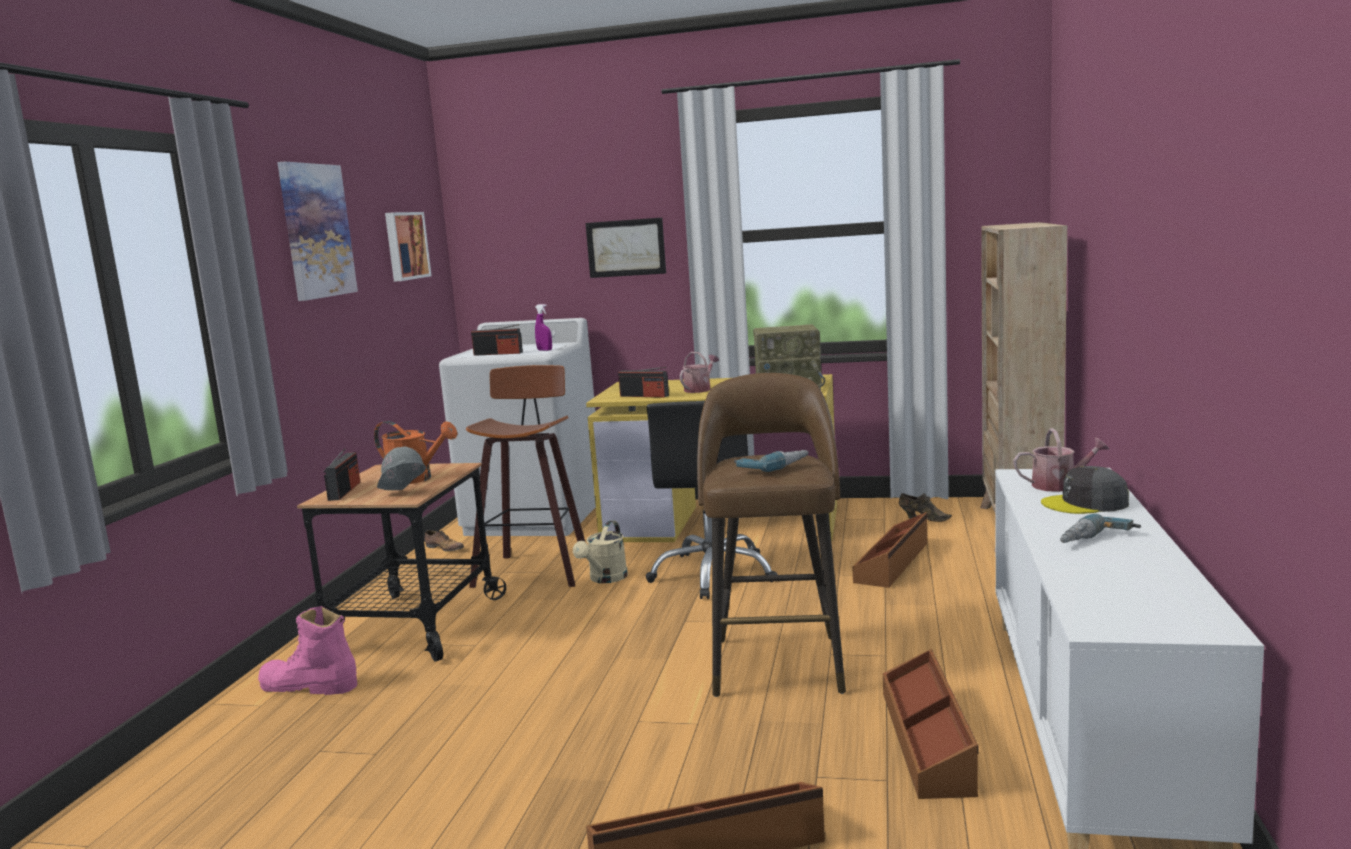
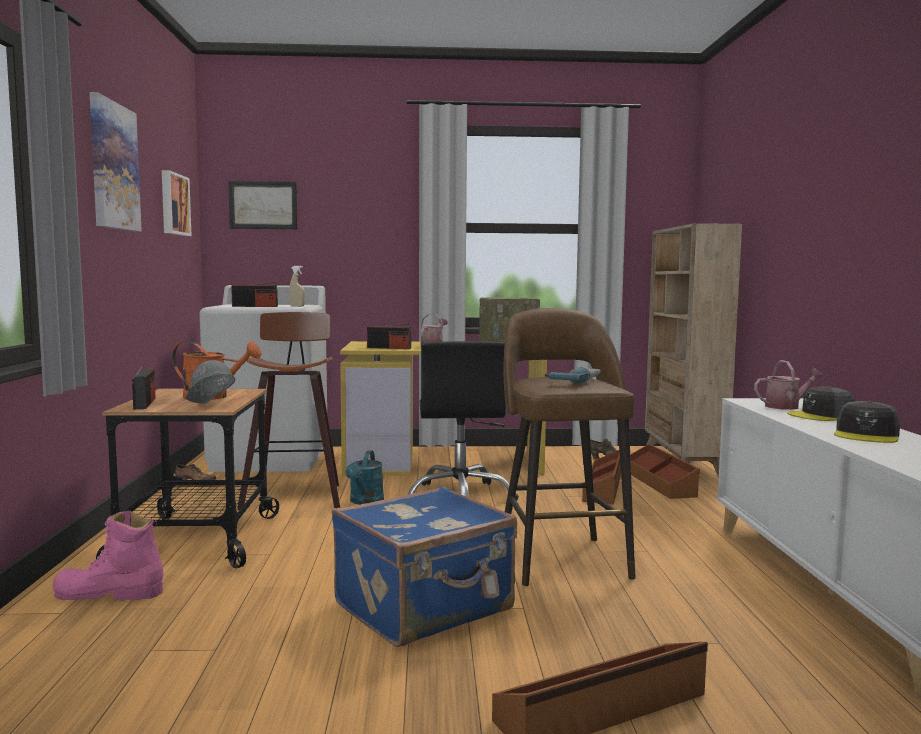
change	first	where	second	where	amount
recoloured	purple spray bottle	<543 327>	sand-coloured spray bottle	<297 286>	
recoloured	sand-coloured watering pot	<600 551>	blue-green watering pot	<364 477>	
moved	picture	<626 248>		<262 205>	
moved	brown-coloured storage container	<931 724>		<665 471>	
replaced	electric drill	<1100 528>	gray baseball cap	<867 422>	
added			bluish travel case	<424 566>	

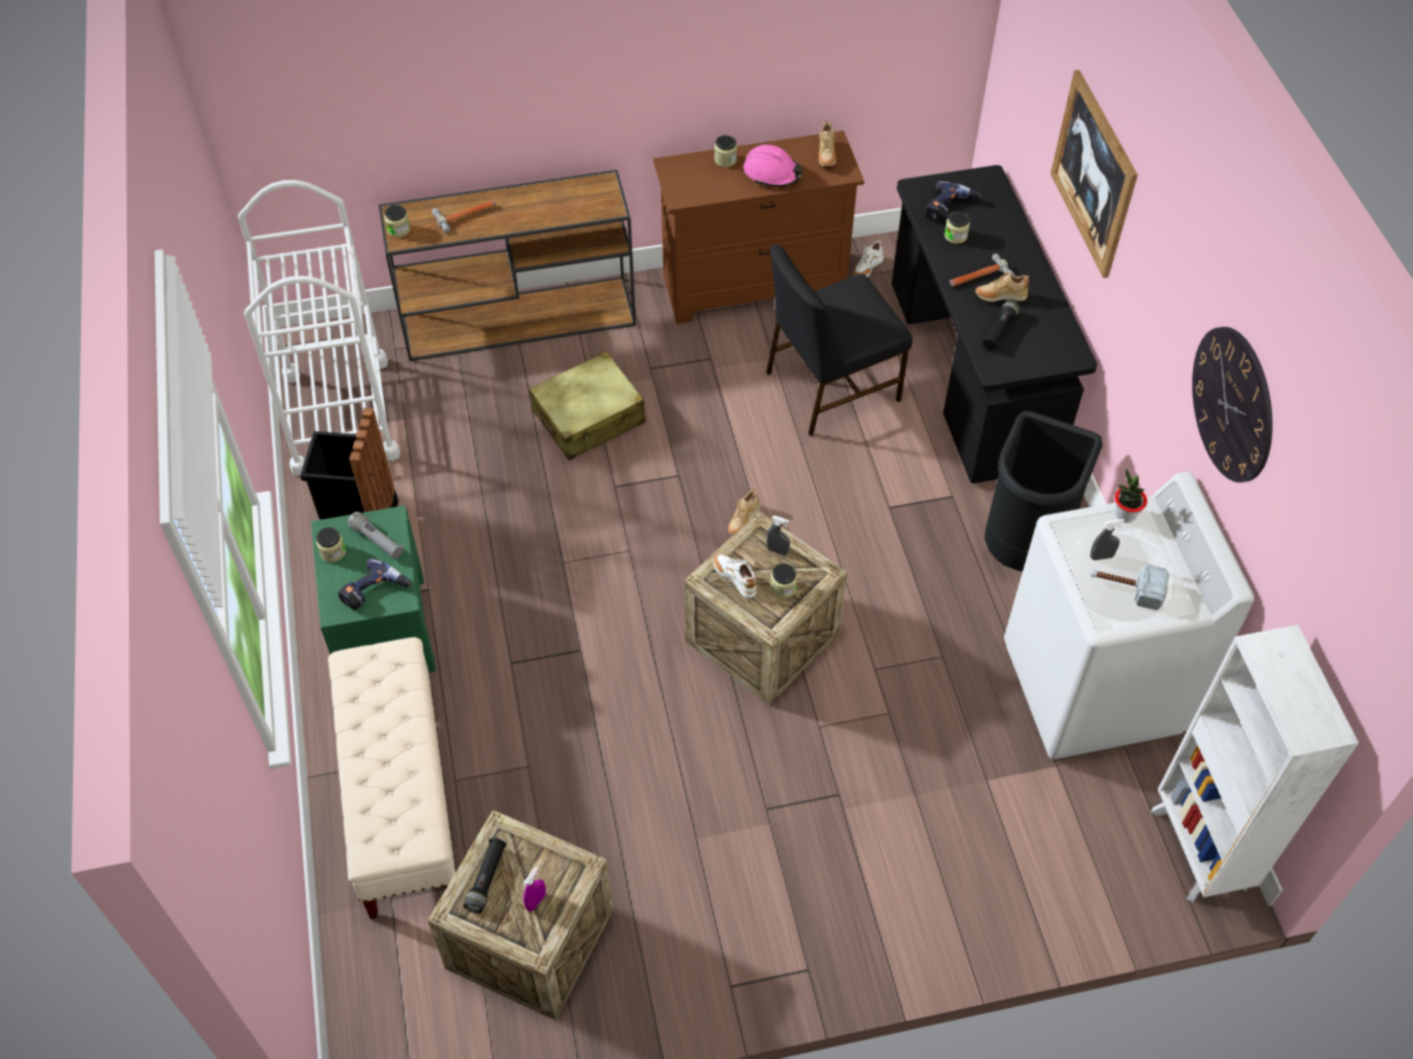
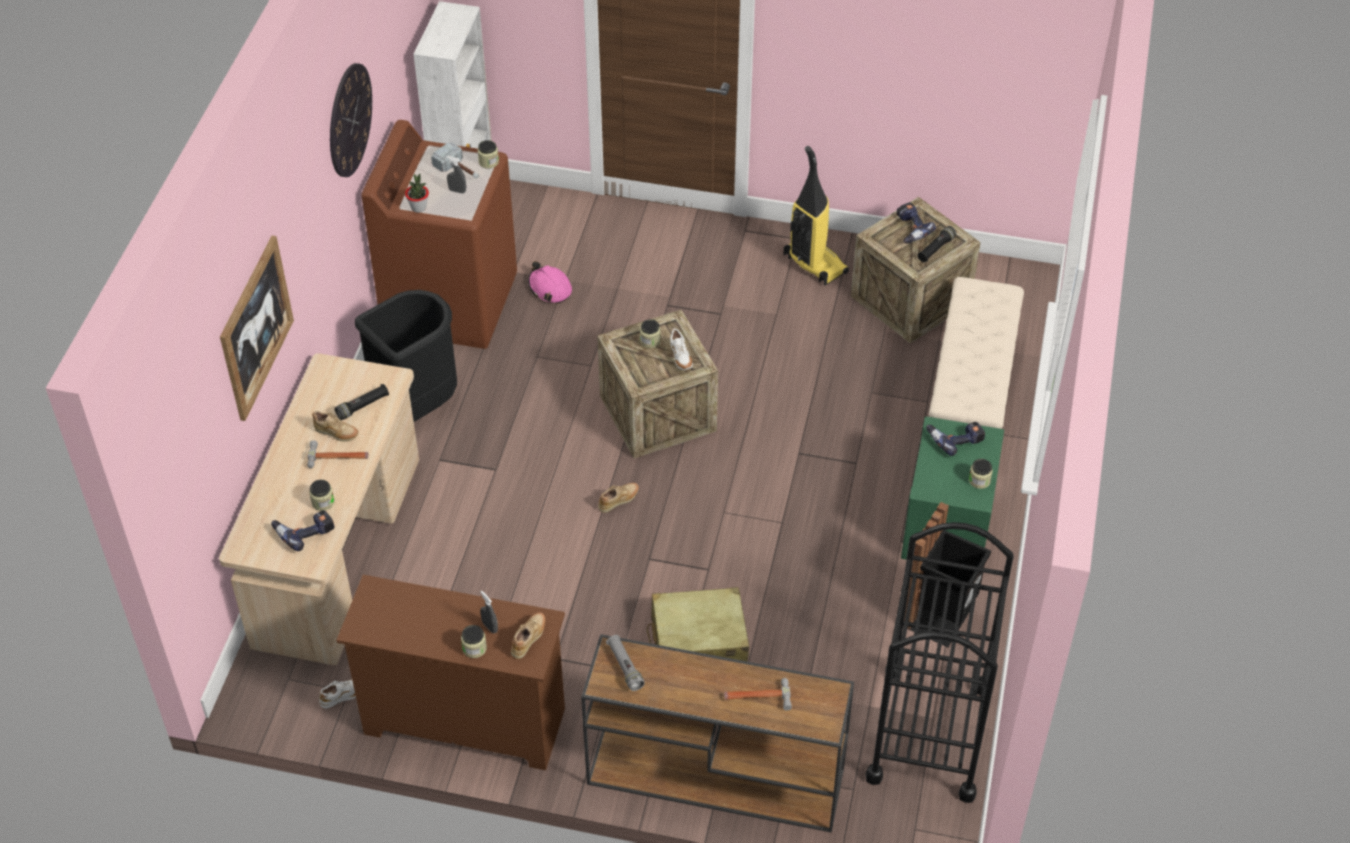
change	first	where	second	where	amount
recoloured	white trolley	<319 328>	black-coloured trolley	<940 662>	
moved	gray torch	<375 535>		<625 663>	
moved	preserve jar	<397 221>		<488 154>	
replaced	purple spray bottle	<534 888>	electric drill	<916 222>	
moved	pink work helmet	<773 165>		<550 282>	
removed	black-coloured upright chair	<839 340>			
moved	gray spray bottle	<778 535>		<489 612>	
moved	sand-coloured low shoe	<827 144>		<528 635>	
recoloured	black-coloured desk unit	<994 324>	sand-coloured desk unit	<319 509>	
recoloured	white laundry machine	<1129 615>	brown-coloured laundry machine	<439 234>	
added			vacuum	<816 216>	

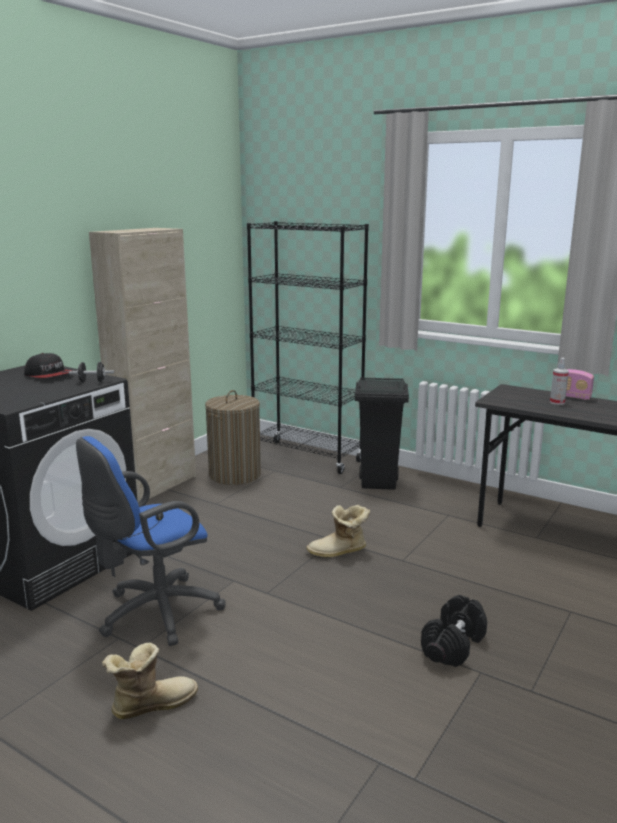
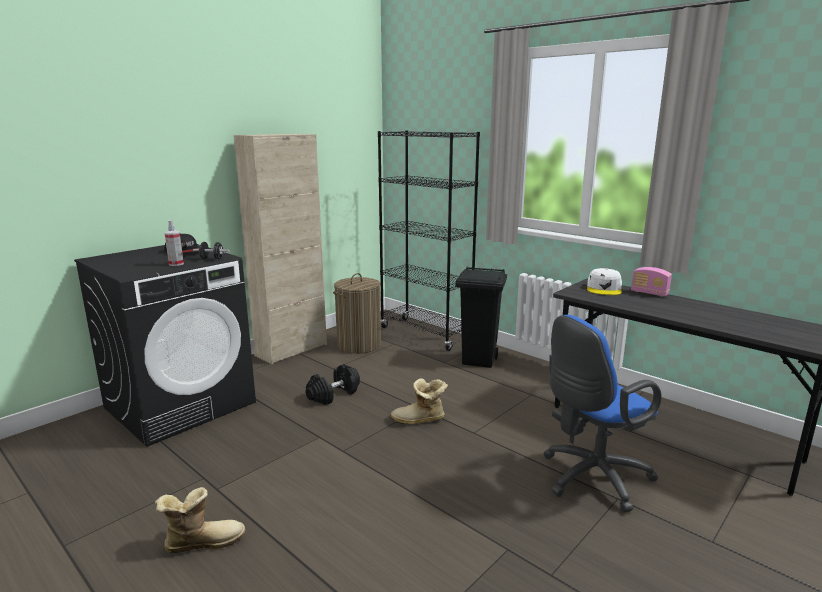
change	first	where	second	where	amount
moved	bluish computer chair	<151 541>		<602 413>	
moved	black-coloured dumbbell	<454 631>		<333 384>	
moved	spray bottle	<559 381>		<174 243>	
added			white baseball cap	<604 281>	

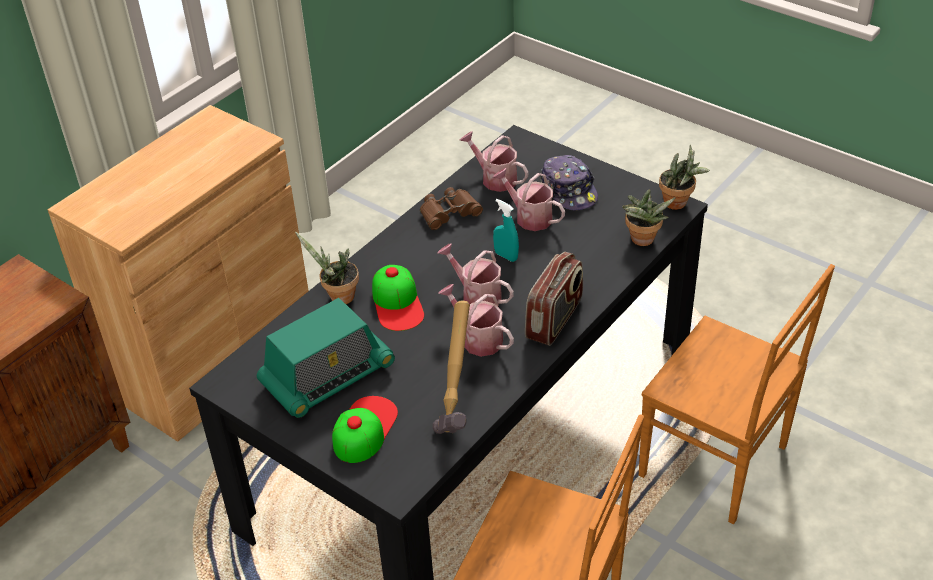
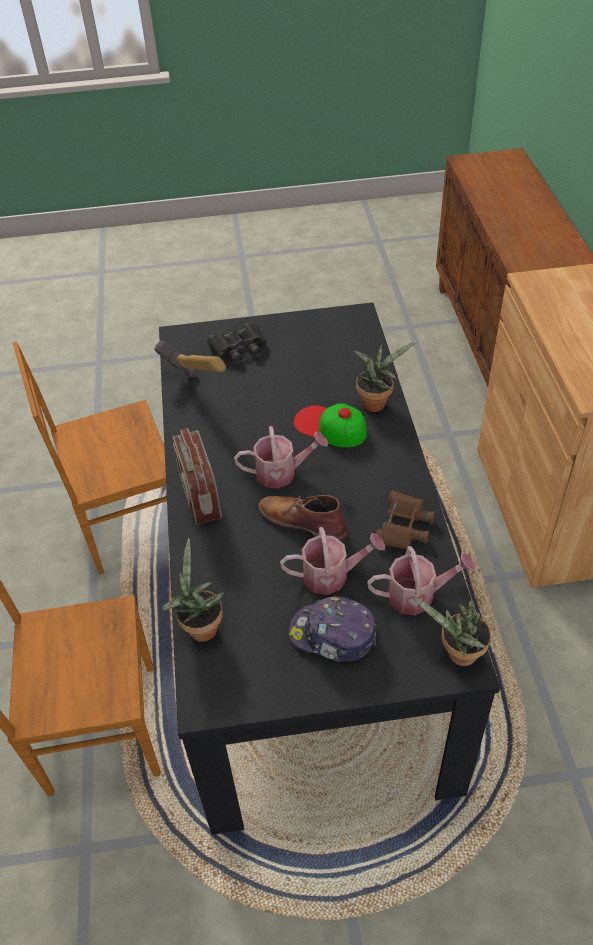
change	first	where	second	where	amount
removed	radio receiver	<326 358>			
replaced	baseball cap	<365 429>	black-coloured field glasses	<237 343>	
removed	watering pot	<476 320>			
replaced	blue-green spray bottle	<506 230>	brown-coloured high-top boot	<303 518>	
moved	plant in a pot	<684 177>		<452 632>	

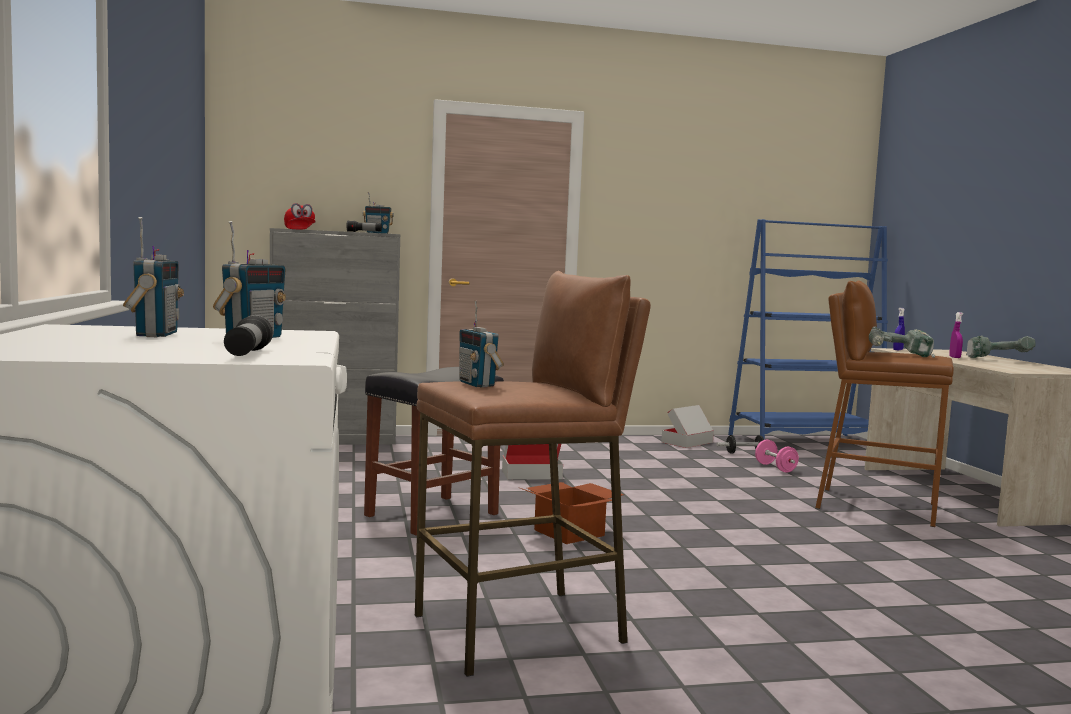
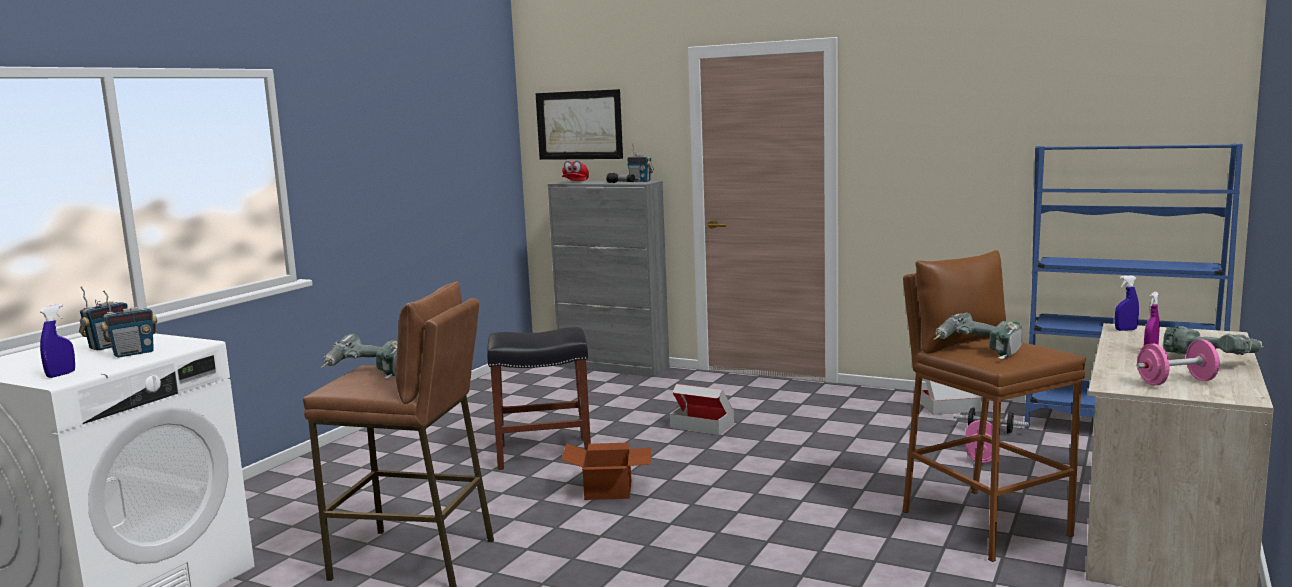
change	first	where	second	where	amount
replaced	torch	<248 335>	bluish spray bottle	<57 341>	
replaced	radio receiver	<481 344>	electric drill	<359 356>	
added			picture	<579 124>	
added			pink dumbbell	<1178 362>	

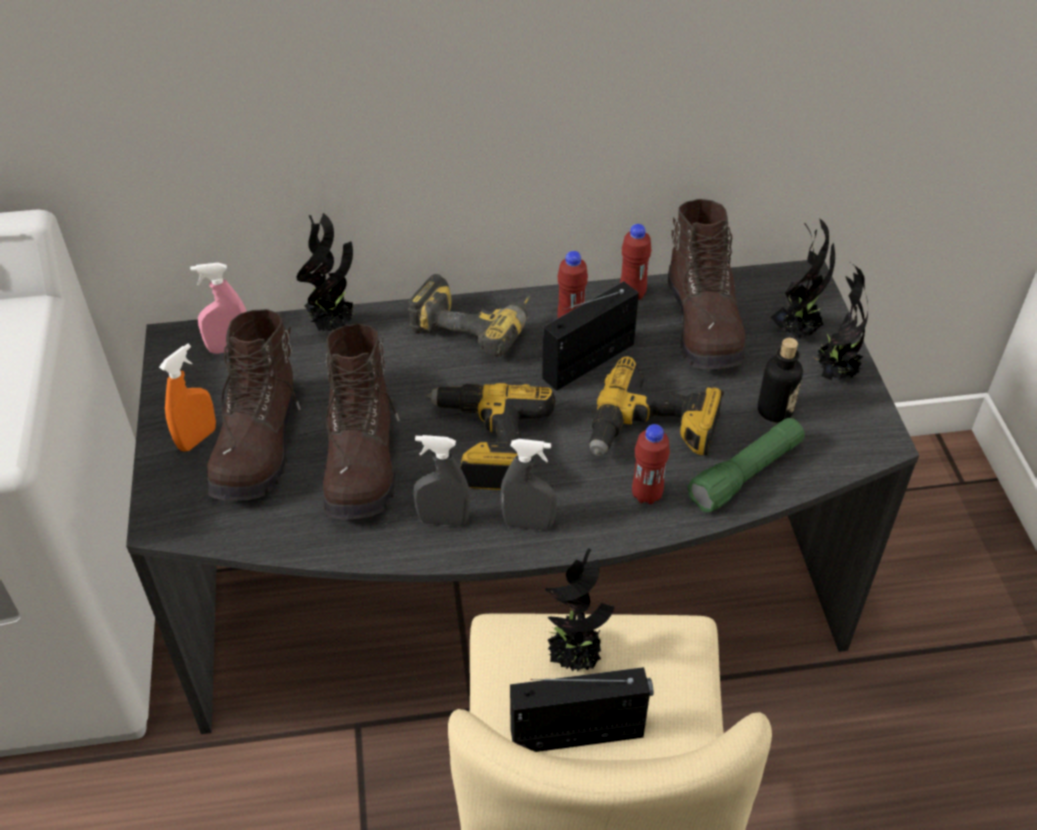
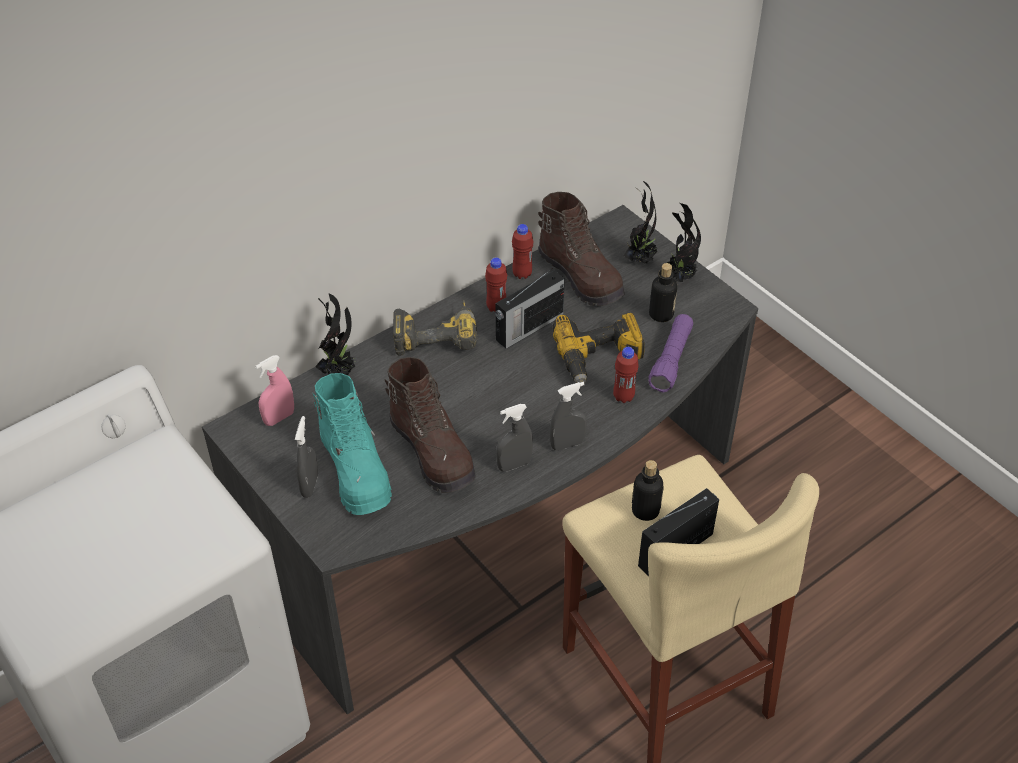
change	first	where	second	where	amount
recoloured	orange spray bottle	<187 398>	gray spray bottle	<306 457>	
recoloured	brown-coloured high-top boot	<253 405>	blue-green high-top boot	<352 444>	
removed	electric drill	<491 436>			
turned	radio receiver	<590 336>		<530 309>	150 degrees counterclockwise
replaced	plant in a pot	<580 609>	drink bottle	<647 490>	
recoloured	green torch	<746 465>	purple torch	<670 353>	

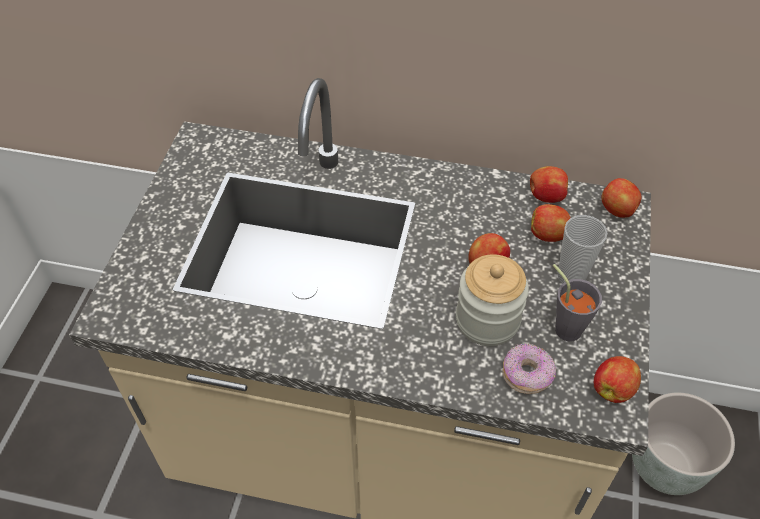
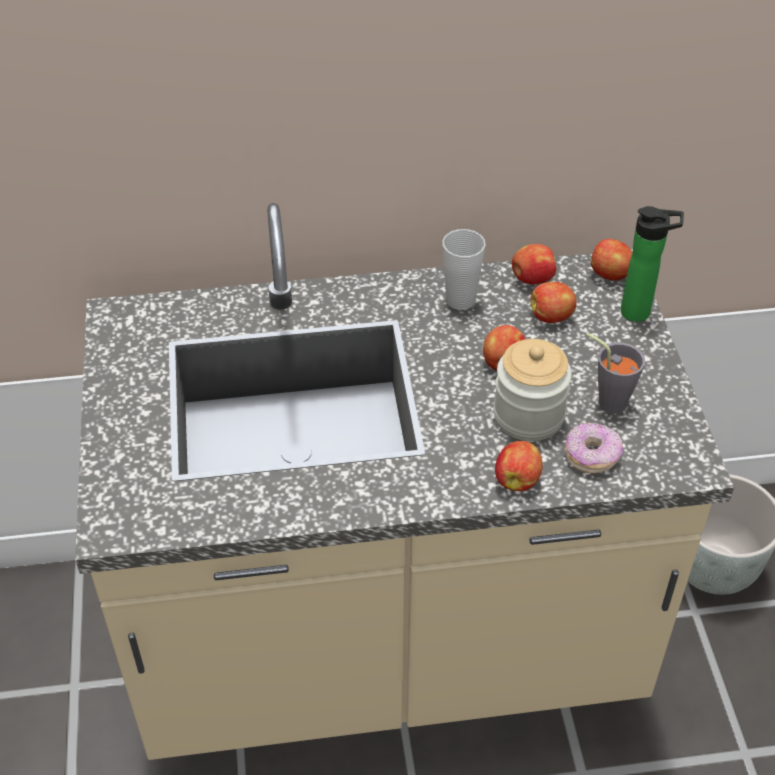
change	first	where	second	where	amount
moved	small cup	<582 249>		<464 269>	
moved	apple	<617 379>		<519 466>	
added			drink bottle	<652 264>	

